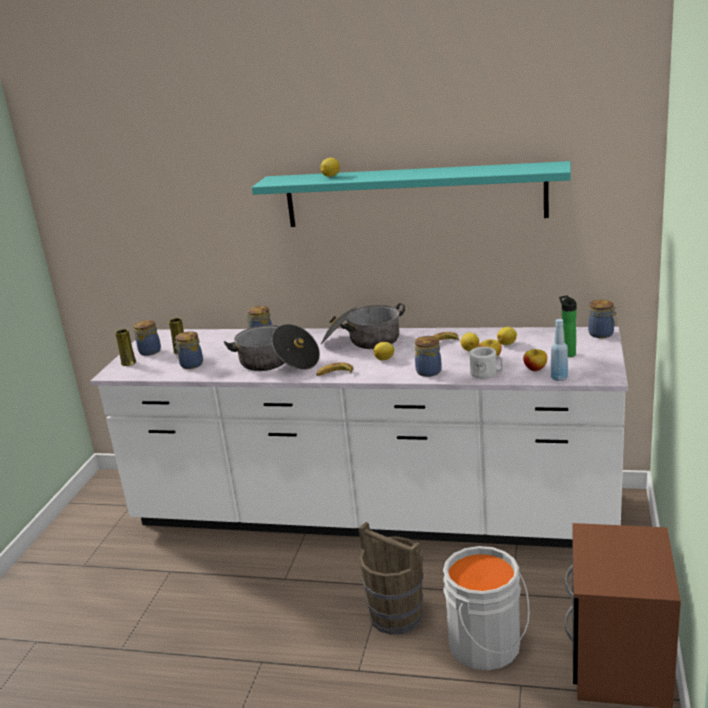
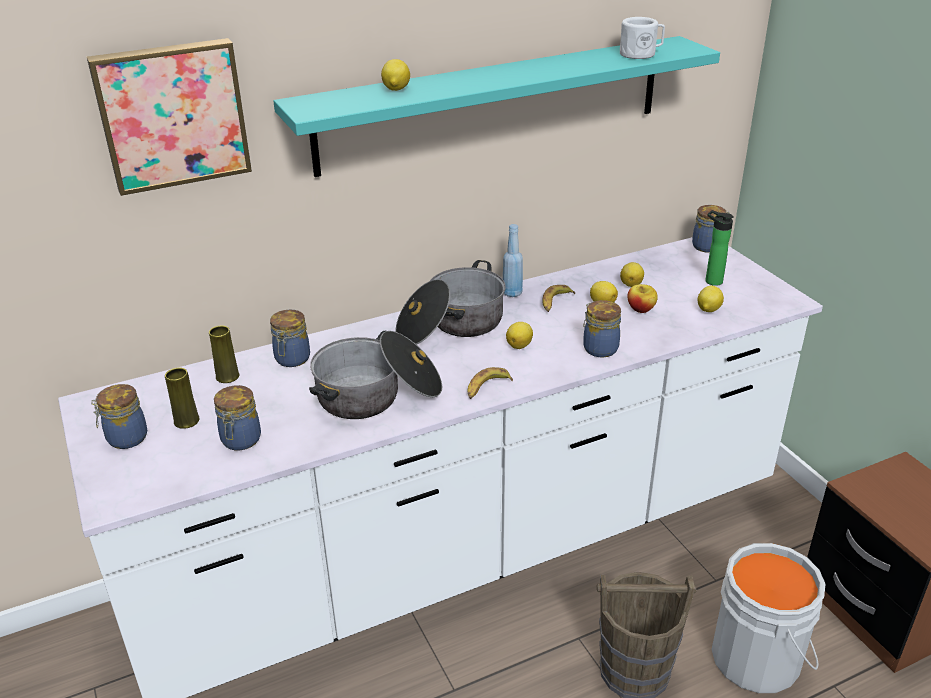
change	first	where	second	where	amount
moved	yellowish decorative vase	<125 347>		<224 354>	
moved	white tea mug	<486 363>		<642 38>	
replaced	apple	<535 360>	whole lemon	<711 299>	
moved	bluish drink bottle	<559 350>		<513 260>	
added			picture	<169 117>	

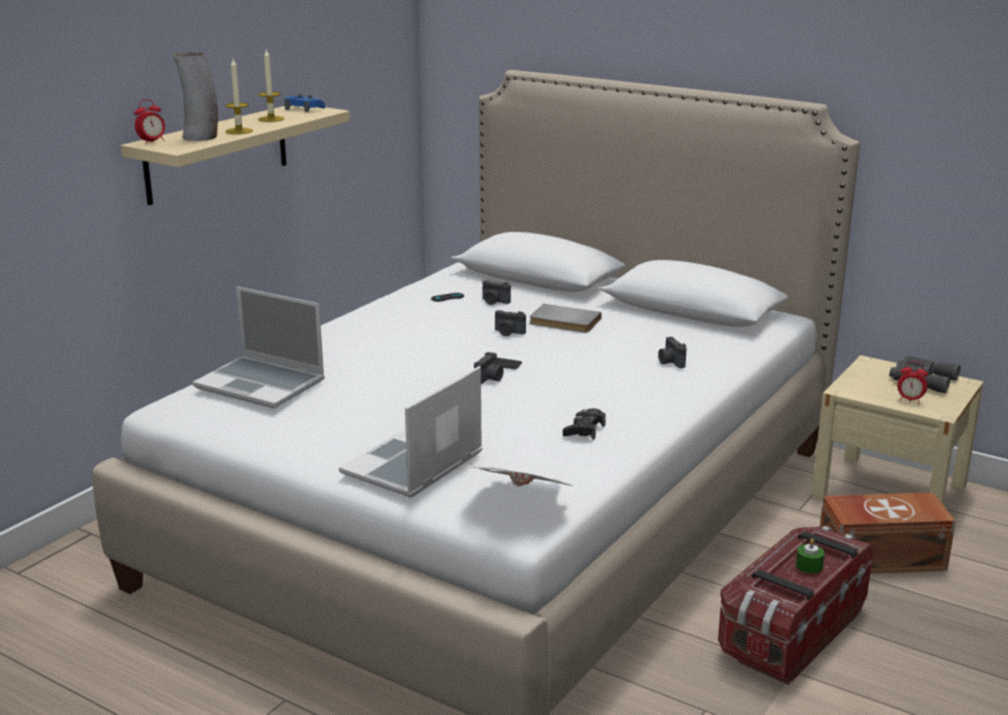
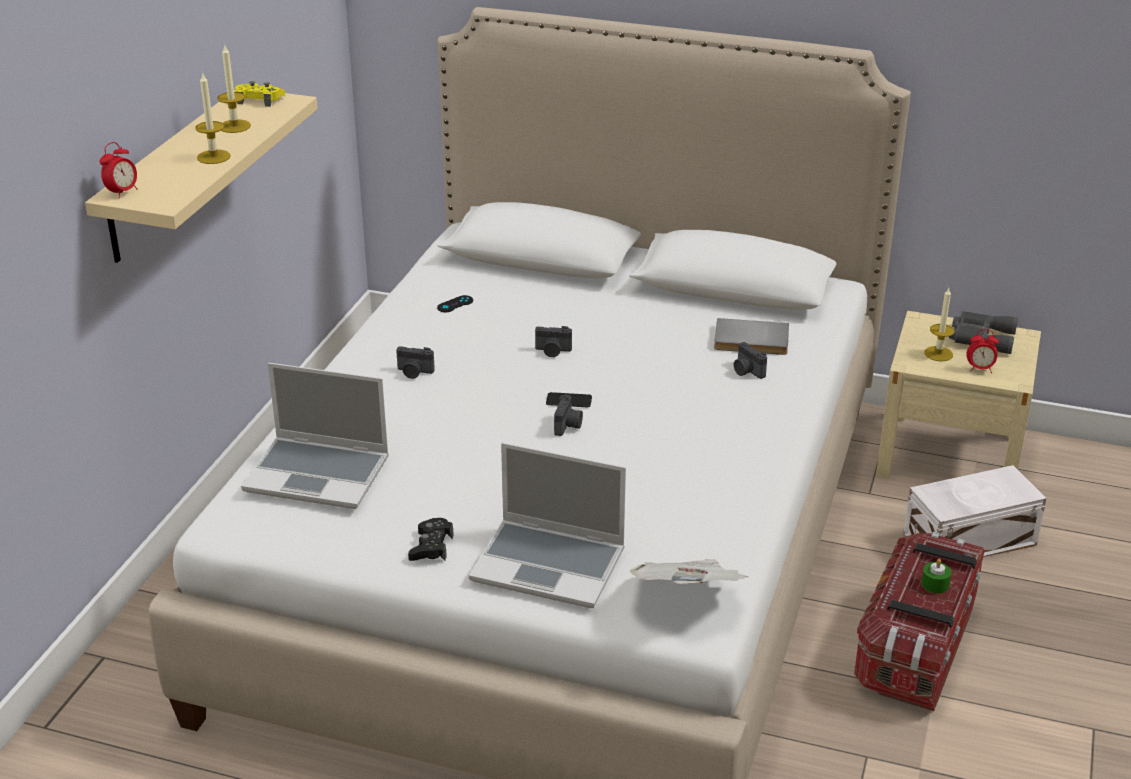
change	first	where	second	where	amount
removed	decorative vase	<195 96>			
recoloured	bluish game controller	<305 103>	yellowish game controller	<260 94>	
turned	notebook computer	<410 432>		<547 525>	90 degrees counterclockwise
moved	still camera	<497 293>		<415 362>	
moved	gray book	<566 318>		<751 336>	
moved	black-coloured game controller	<584 424>		<431 539>	
recoloured	brown-coloured storage container	<888 533>	white storage container	<974 511>	
added			wax candle	<939 324>	

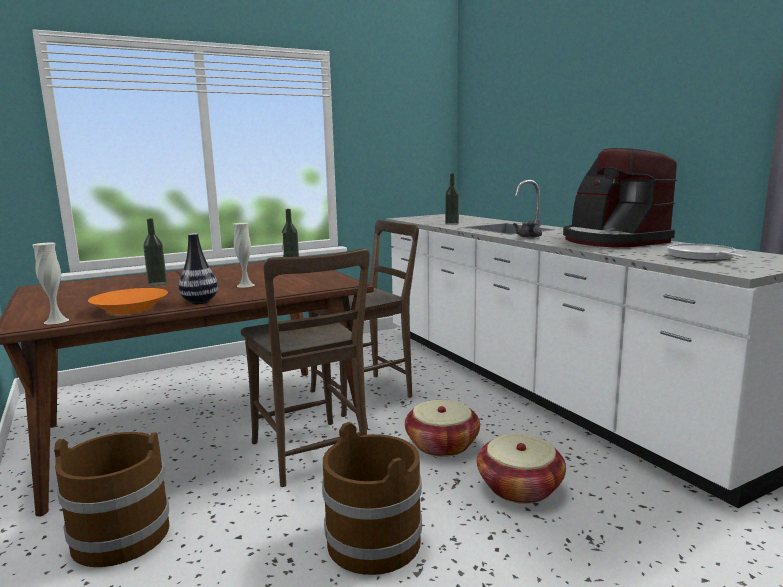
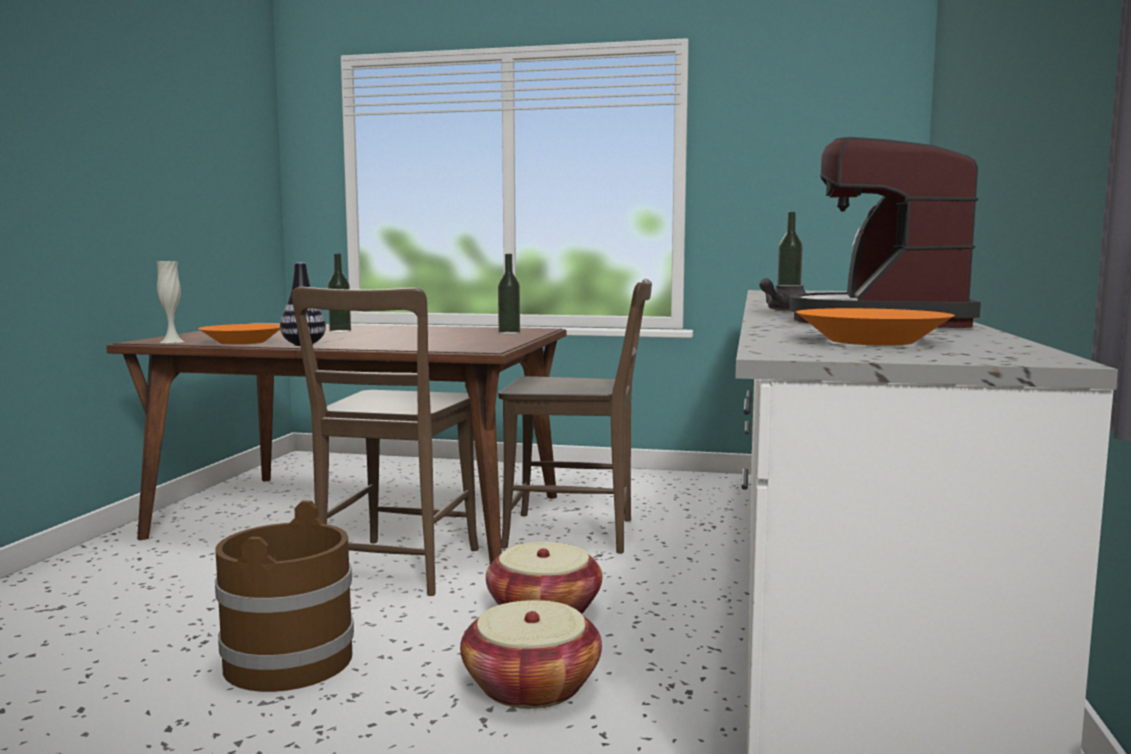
change	first	where	second	where	amount
removed	brown-coloured bucket	<111 499>			
removed	white decorative vase	<244 255>			
replaced	pan	<707 252>	orange deep dish	<875 327>	

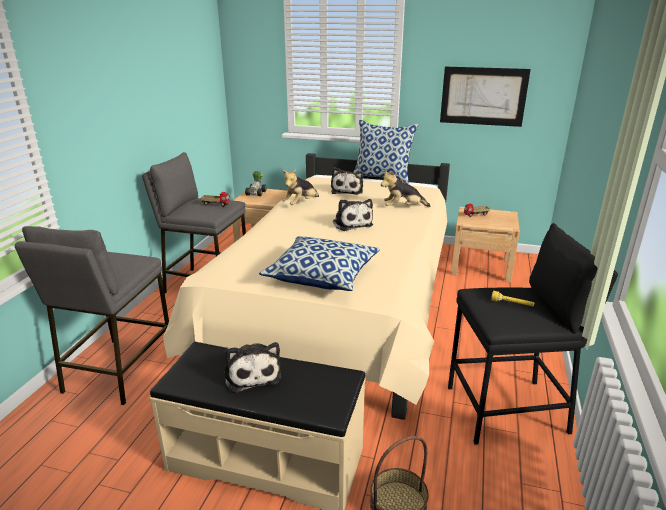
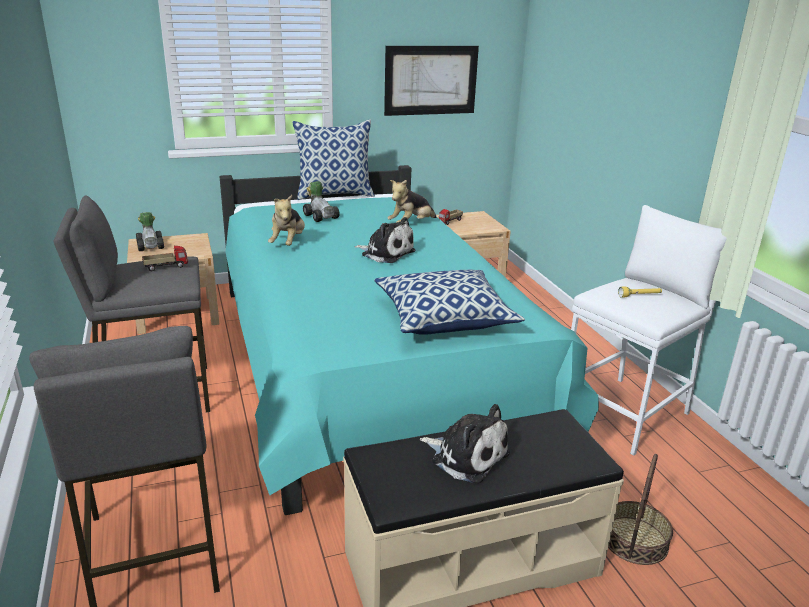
change	first	where	second	where	amount
recoloured	sand-coloured bed	<306 286>	blue-green bed	<409 340>	
replaced	plush toy	<347 181>	model car	<321 201>	
recoloured	black-coloured sitting stool	<533 334>	white sitting stool	<648 330>	

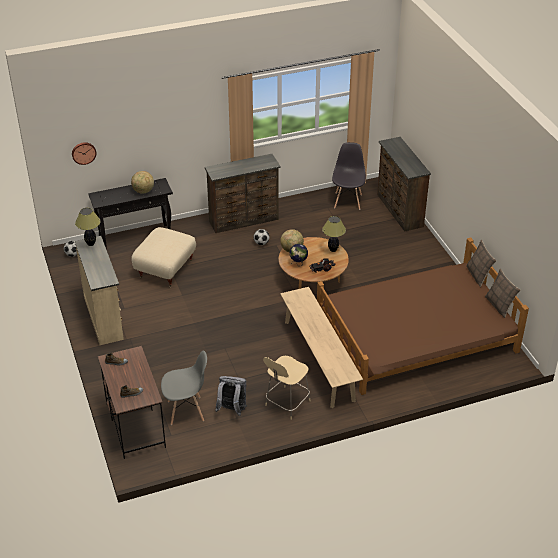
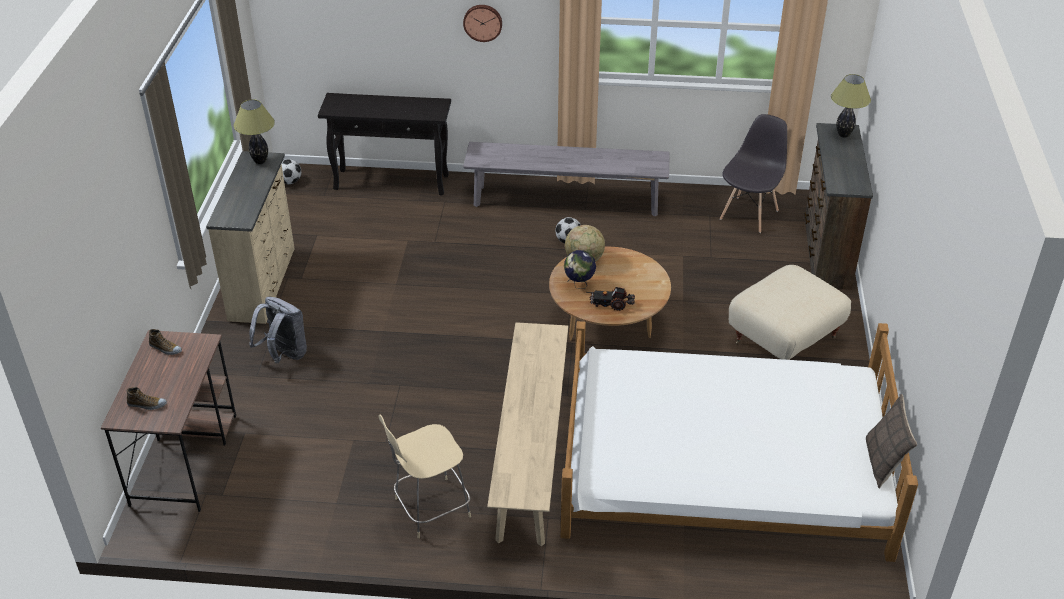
change	first	where	second	where	amount
moved	hanging clock	<84 153>		<482 23>	
removed	desk globe	<142 182>			
moved	sand-coloured footrest	<163 257>		<790 312>	
removed	gray upright chair	<184 387>			
replaced	brown-coloured dresser	<243 193>	gray long seat	<566 179>	
moved	gray knapsack	<231 396>		<278 330>	
recoloured	brown-coloured bed	<423 316>	white bed	<739 441>	
moved	table lamp	<334 234>		<851 106>	
removed	cushion	<481 263>			

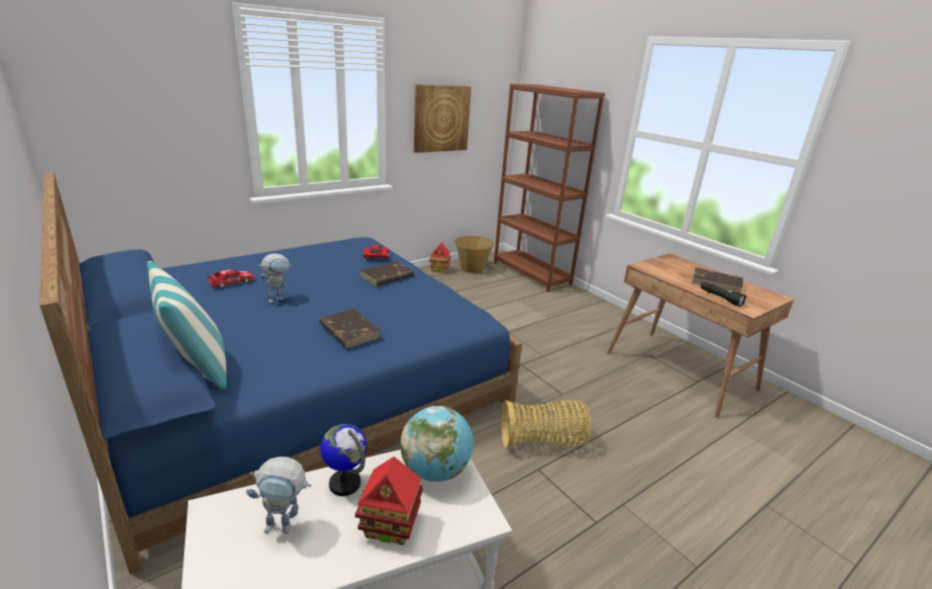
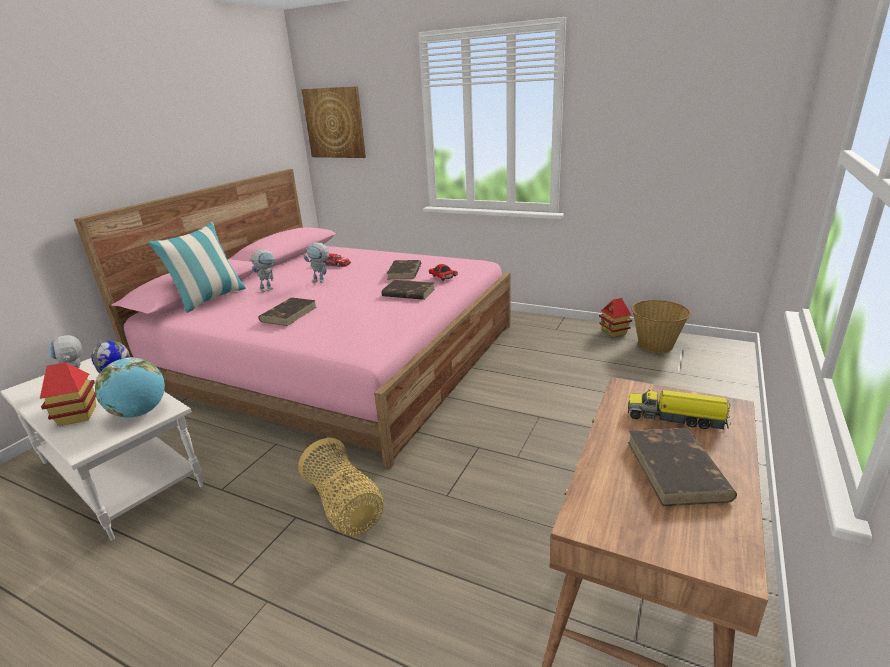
change	first	where	second	where	amount
recoloured	bluish bed	<281 373>	pink bed	<292 318>	
moved	picture	<442 118>		<333 122>	
removed	brown-coloured bookshelf	<549 188>			
removed	black-coloured torch	<723 294>			
added			toy robot	<263 270>	
added			brown-coloured book	<404 269>	
added			toy lorry	<679 409>	

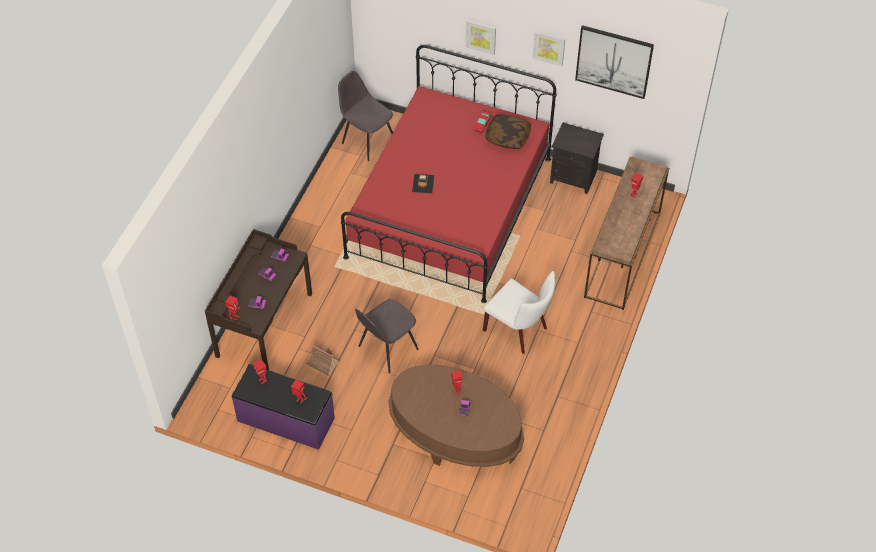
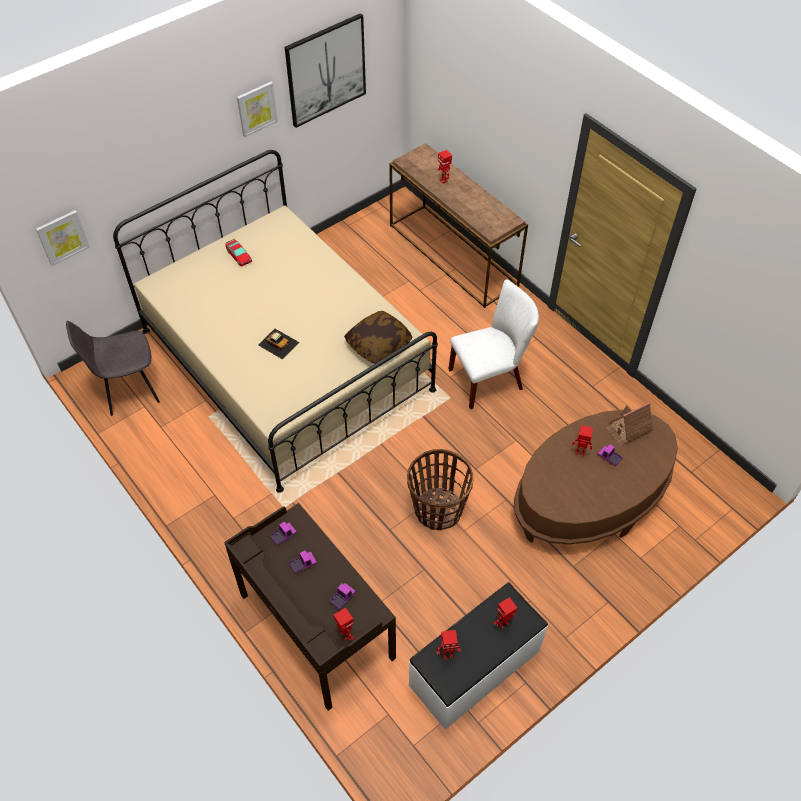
change	first	where	second	where	amount
recoloured	purple long seat	<283 407>	white long seat	<478 656>	
moved	toy house	<322 360>		<629 424>	
recoloured	red bed	<448 174>	sand-coloured bed	<275 321>	
replaced	gray upright chair	<386 336>	basket	<440 490>	
moved	picture	<480 37>		<63 238>	
moved	cushion	<508 131>		<378 337>	
removed	black-coloured bedside table	<577 158>			

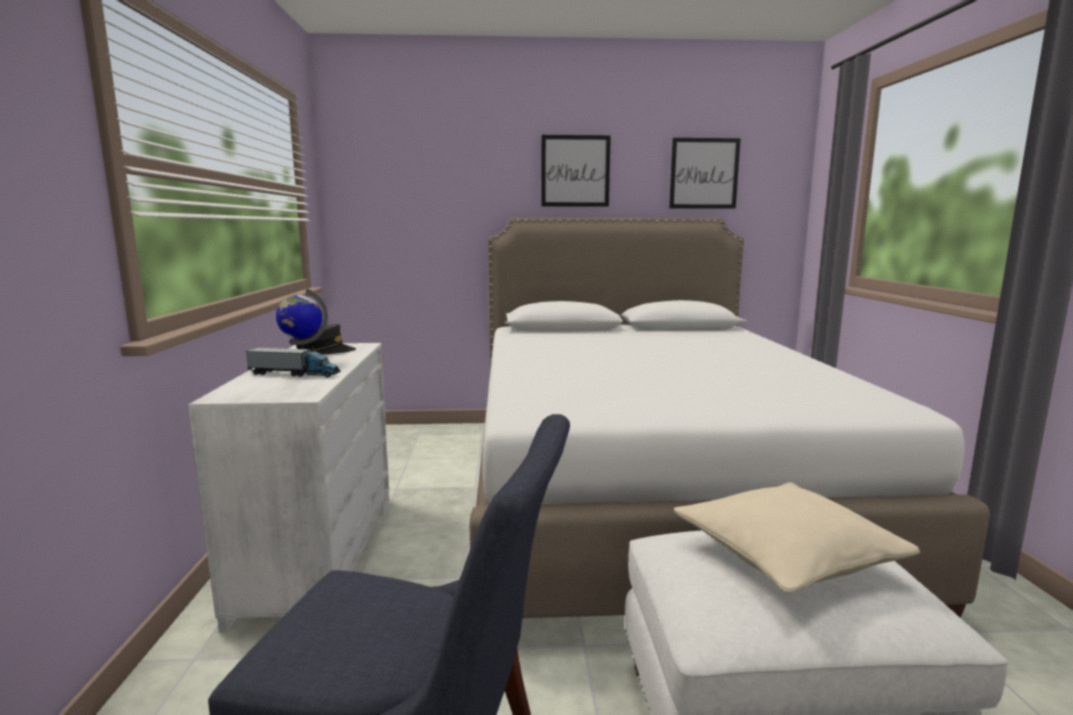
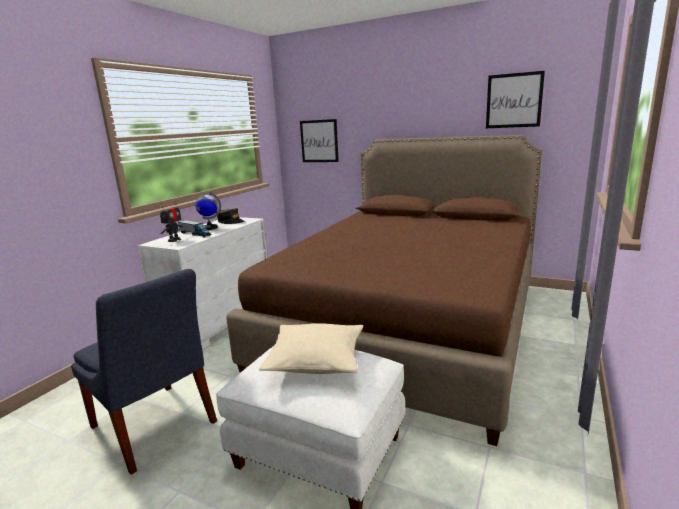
change	first	where	second	where	amount
recoloured	white bed	<729 418>	brown-coloured bed	<384 290>	
moved	picture	<576 171>		<319 140>	
added			toy robot	<171 221>	

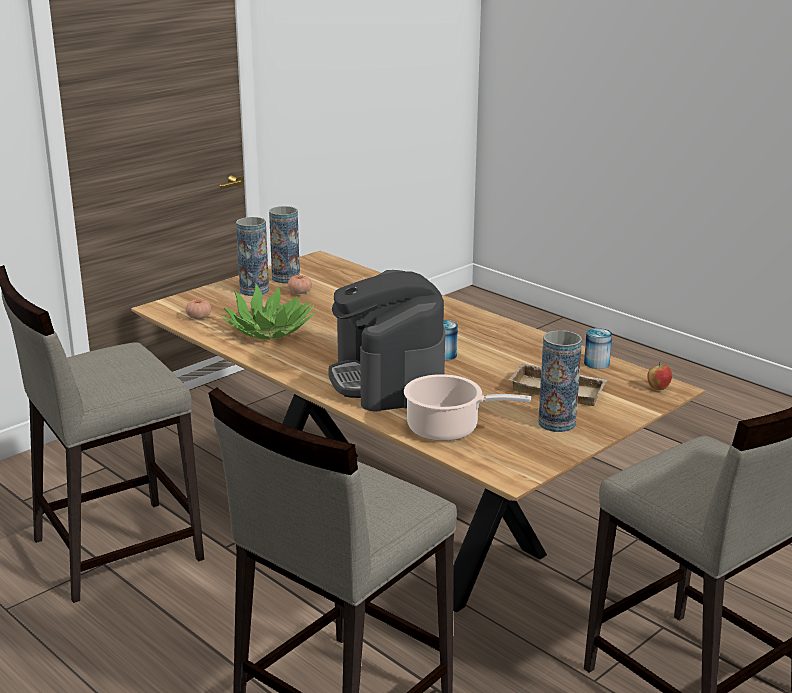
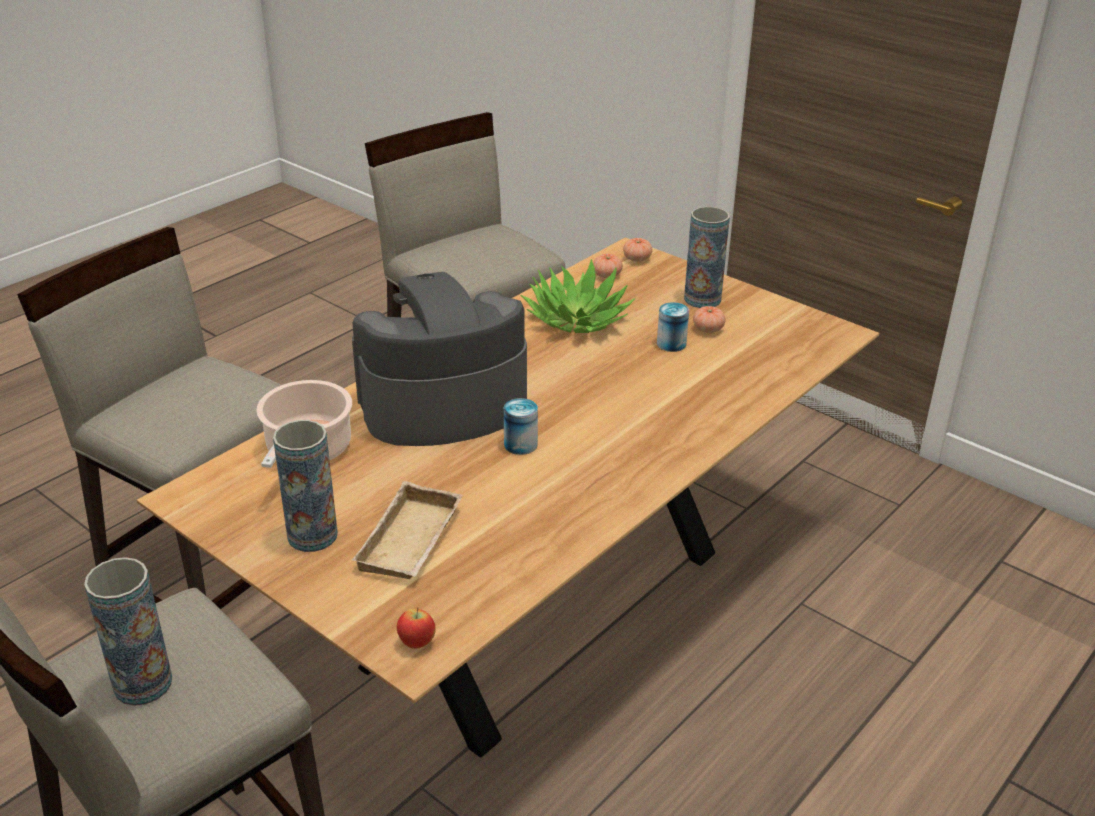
change	first	where	second	where	amount
moved	decorative vase	<284 244>		<128 631>	
moved	sealed can	<598 348>		<673 327>	
added			whole tomato	<637 250>	

